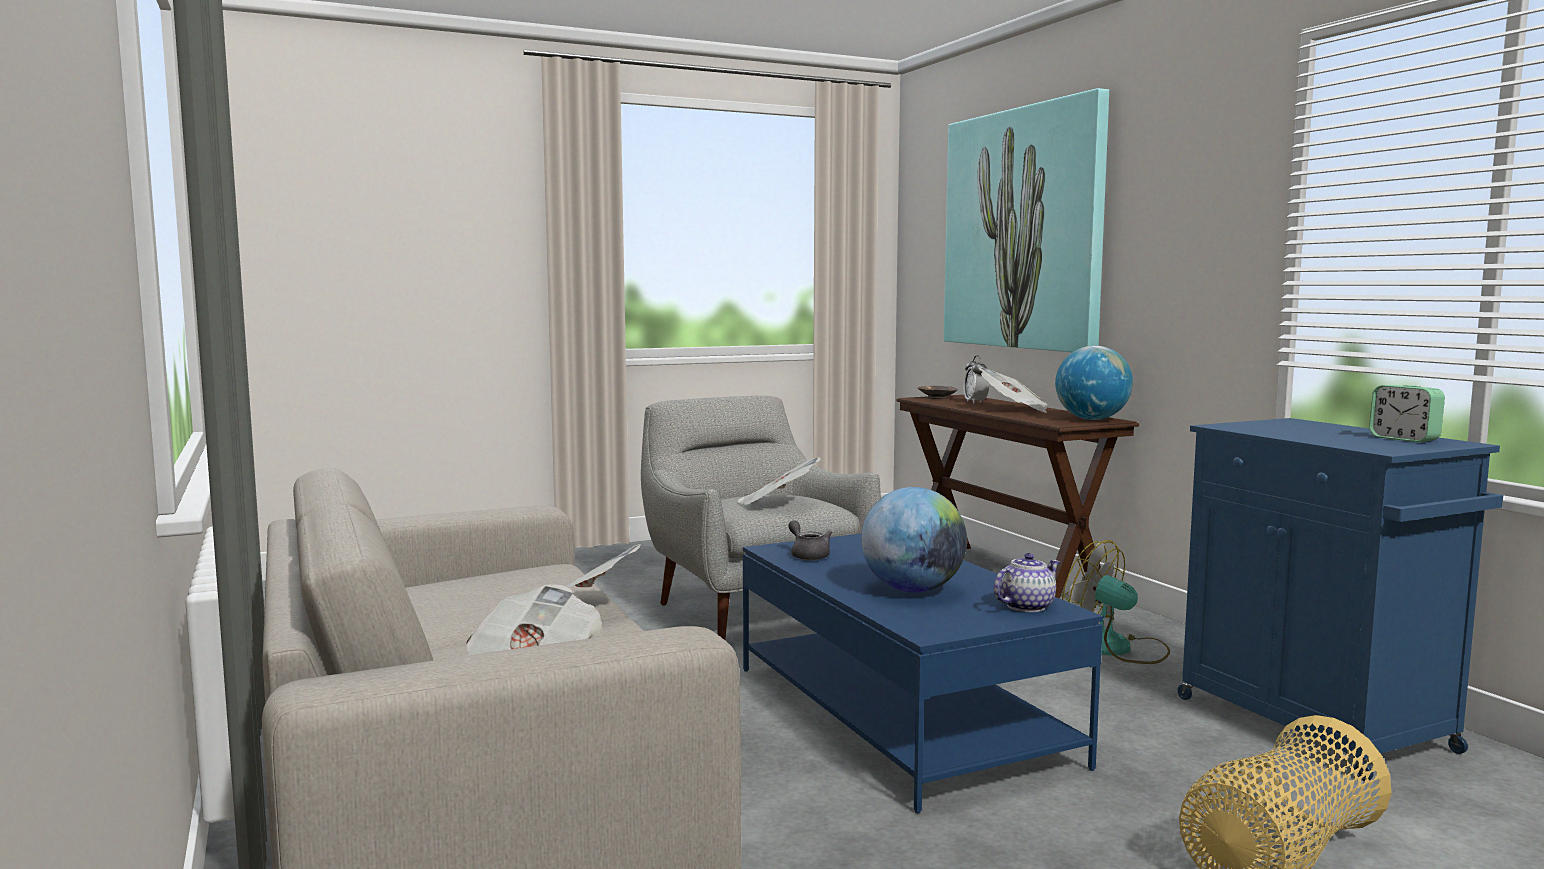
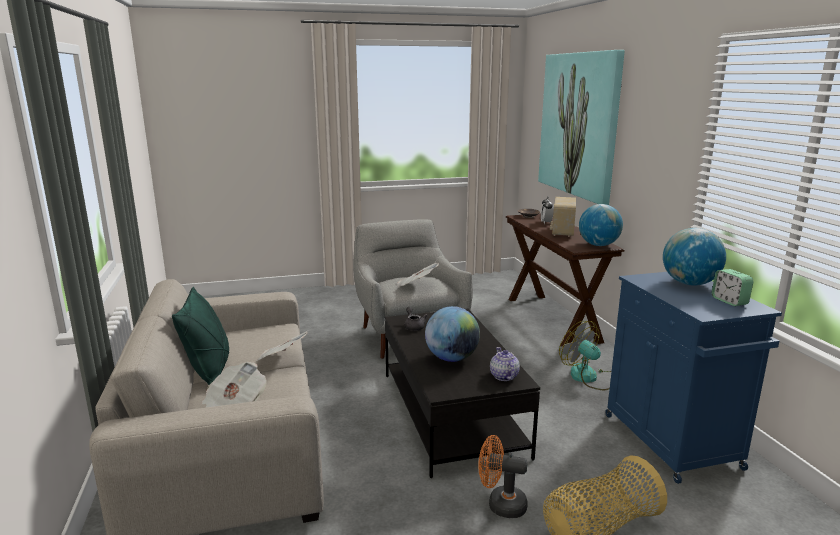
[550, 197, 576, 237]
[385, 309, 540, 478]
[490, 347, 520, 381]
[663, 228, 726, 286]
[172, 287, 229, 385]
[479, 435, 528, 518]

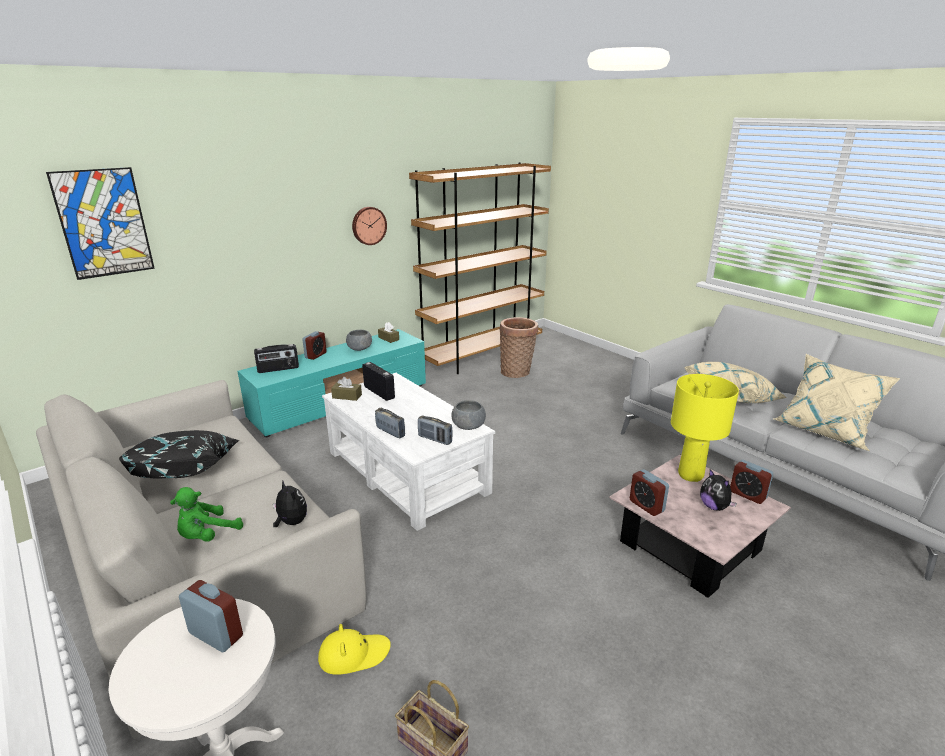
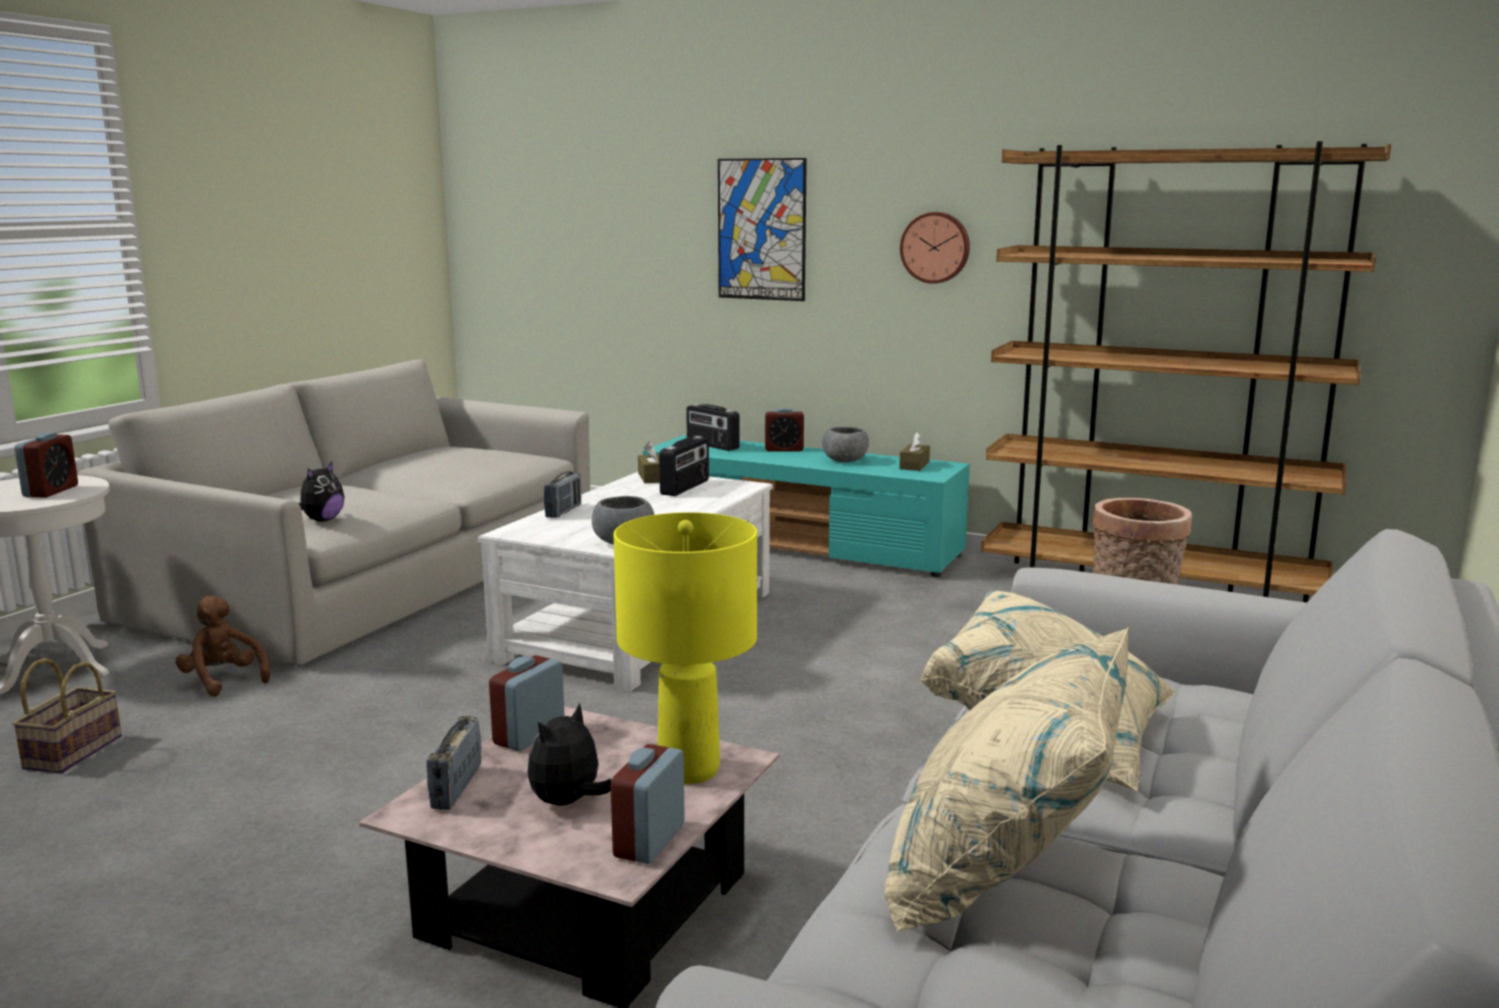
[718, 158, 807, 301]
[426, 716, 481, 810]
[119, 430, 240, 479] (first image)
[170, 487, 243, 542] (first image)
[175, 596, 270, 697]

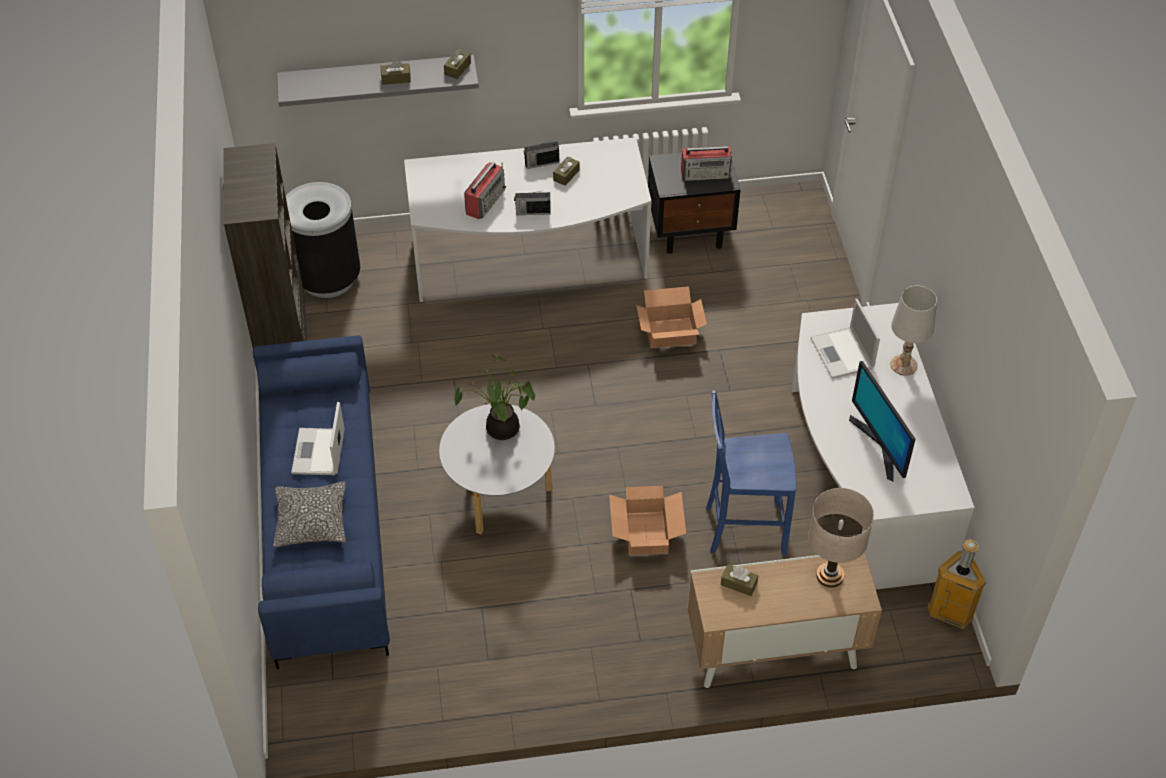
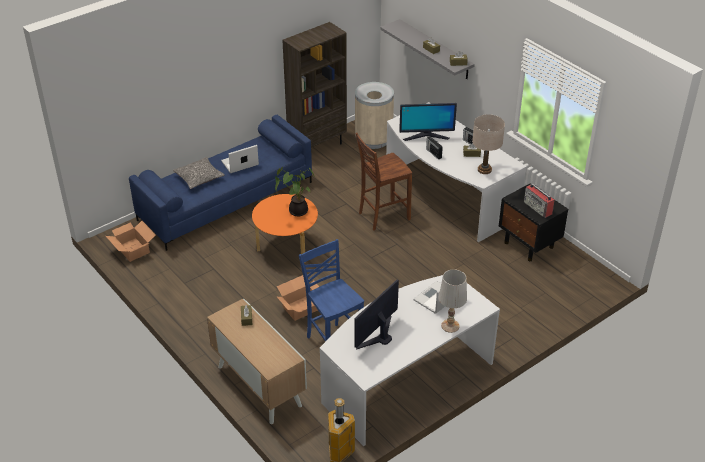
[399, 103, 457, 141]
[355, 82, 394, 149]
[106, 221, 156, 262]
[252, 194, 318, 263]
[472, 114, 505, 174]
[355, 133, 412, 231]

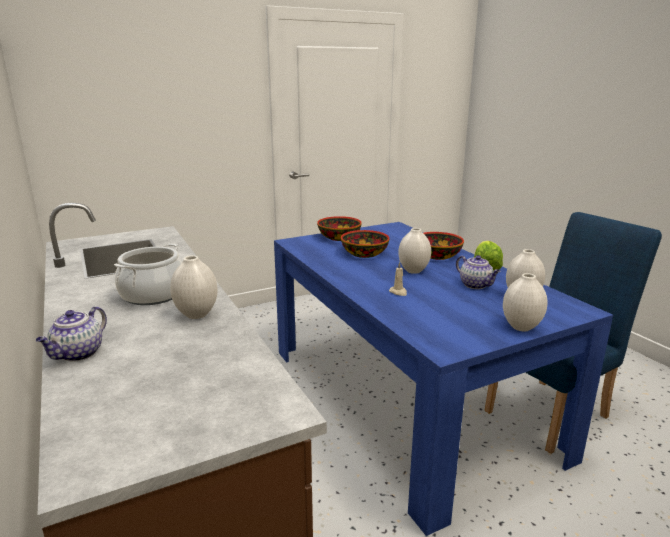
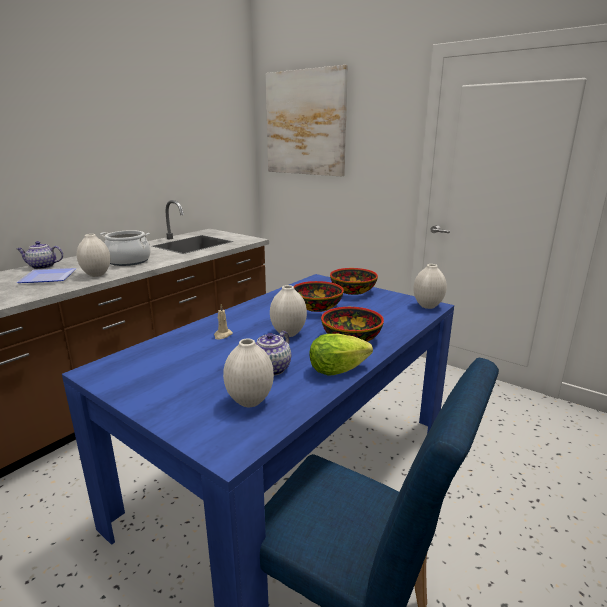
[413, 264, 447, 309]
[266, 65, 348, 176]
[16, 268, 76, 283]

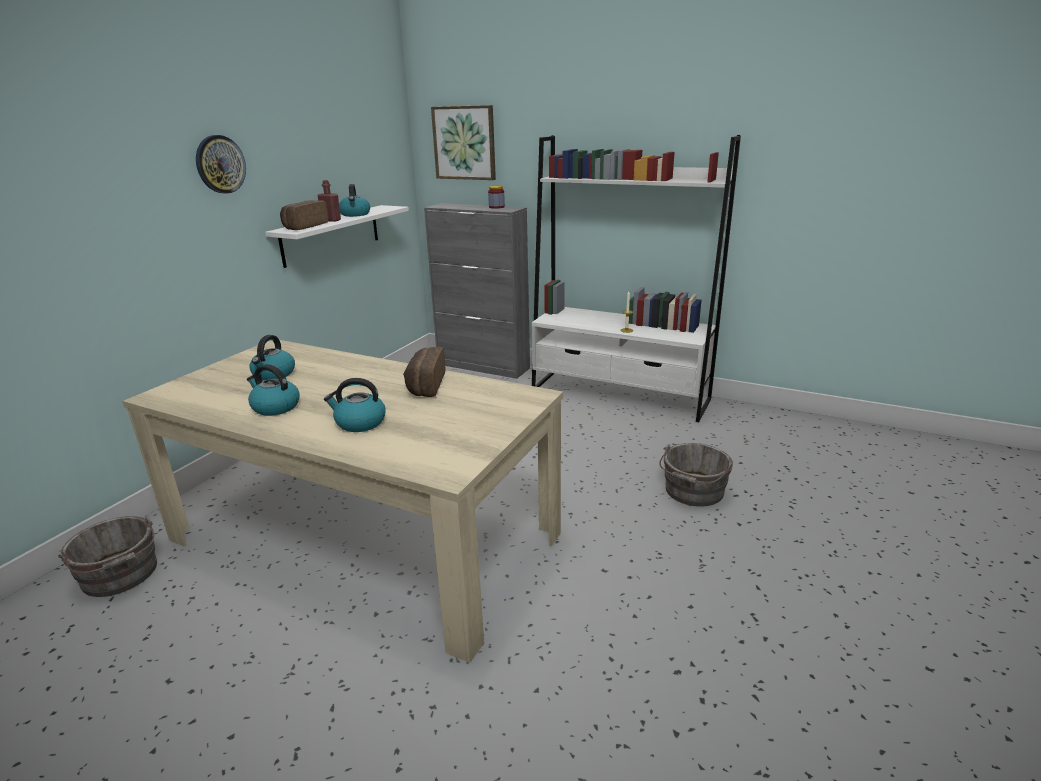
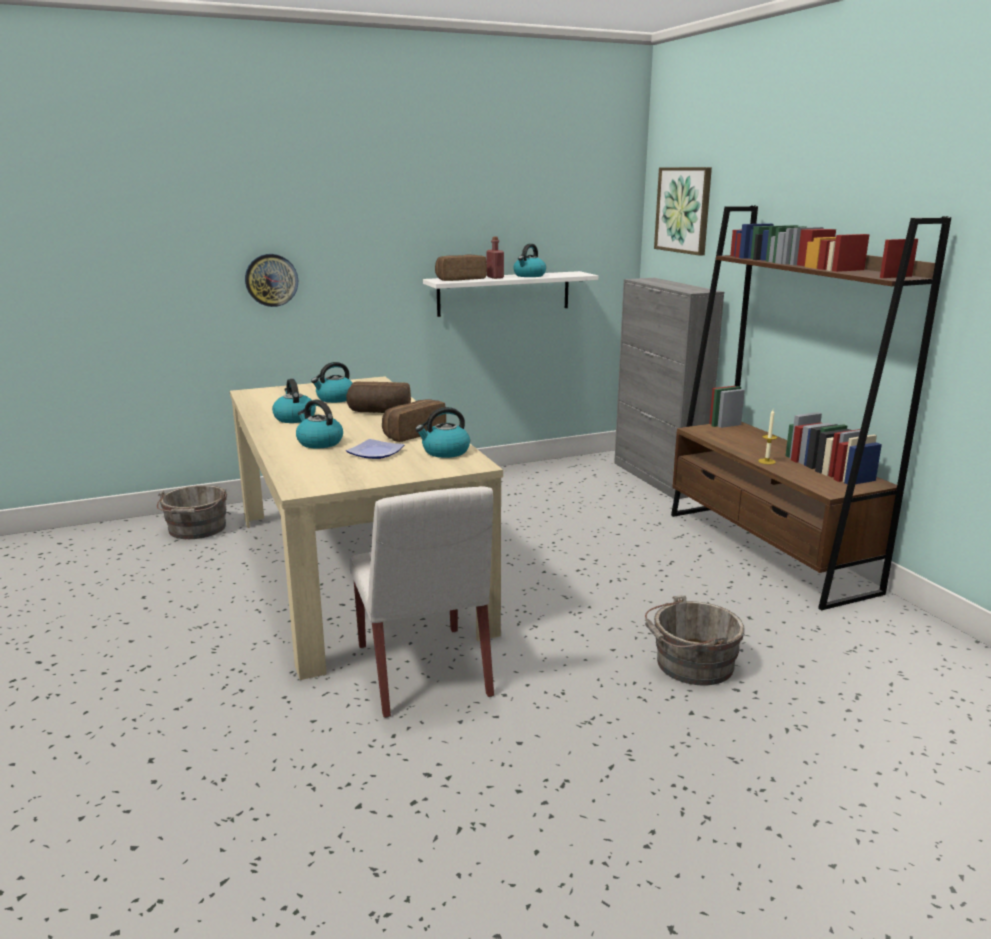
[245, 254, 298, 307]
[671, 206, 951, 610]
[488, 185, 505, 209] (first image)
[346, 382, 411, 413]
[415, 407, 470, 458]
[346, 439, 404, 459]
[349, 486, 494, 718]

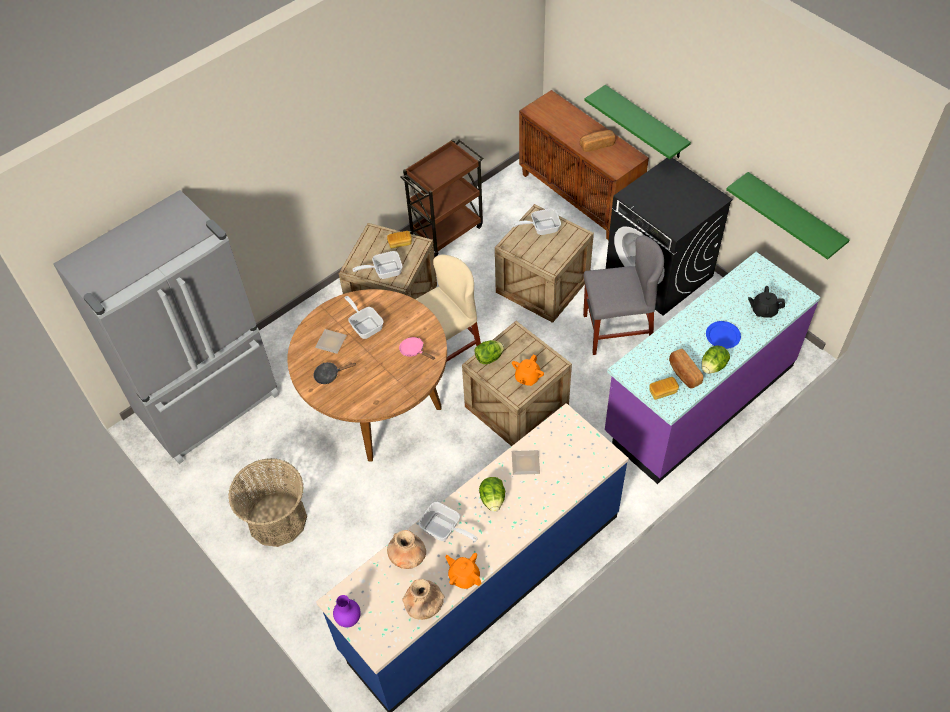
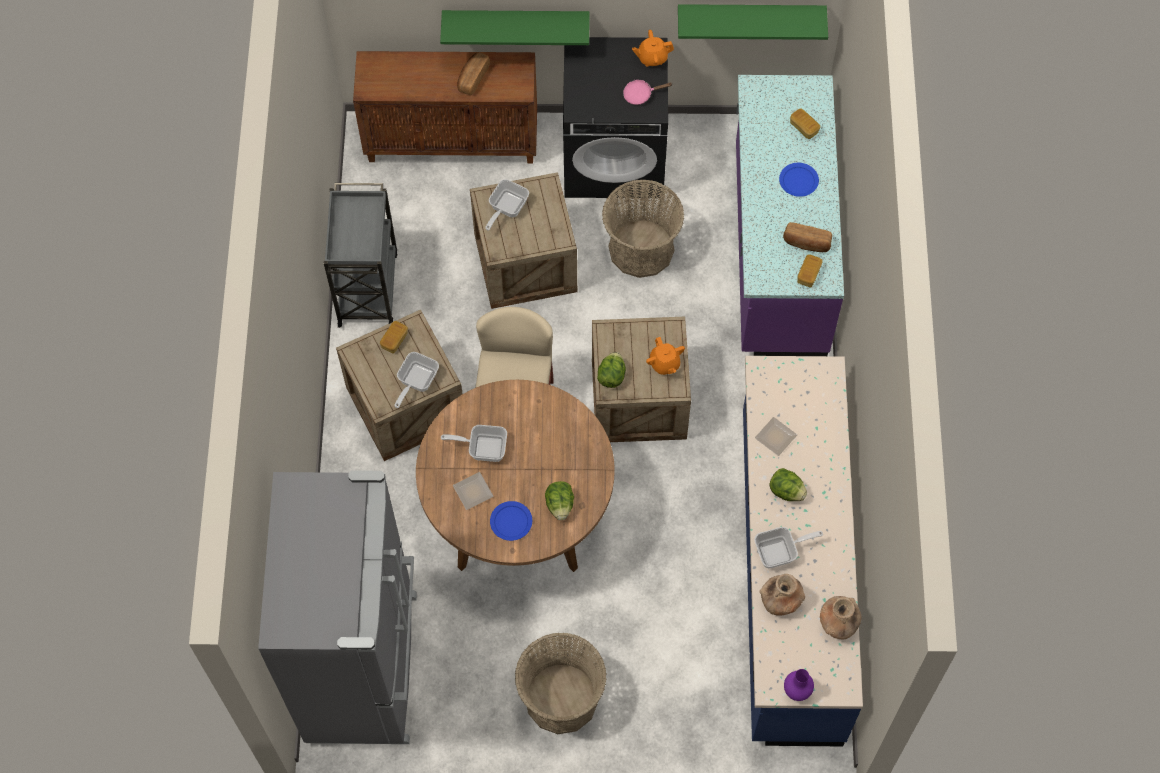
[324, 183, 398, 328]
[602, 179, 684, 278]
[790, 108, 820, 139]
[623, 80, 672, 105]
[545, 481, 574, 520]
[490, 501, 532, 541]
[632, 30, 674, 66]

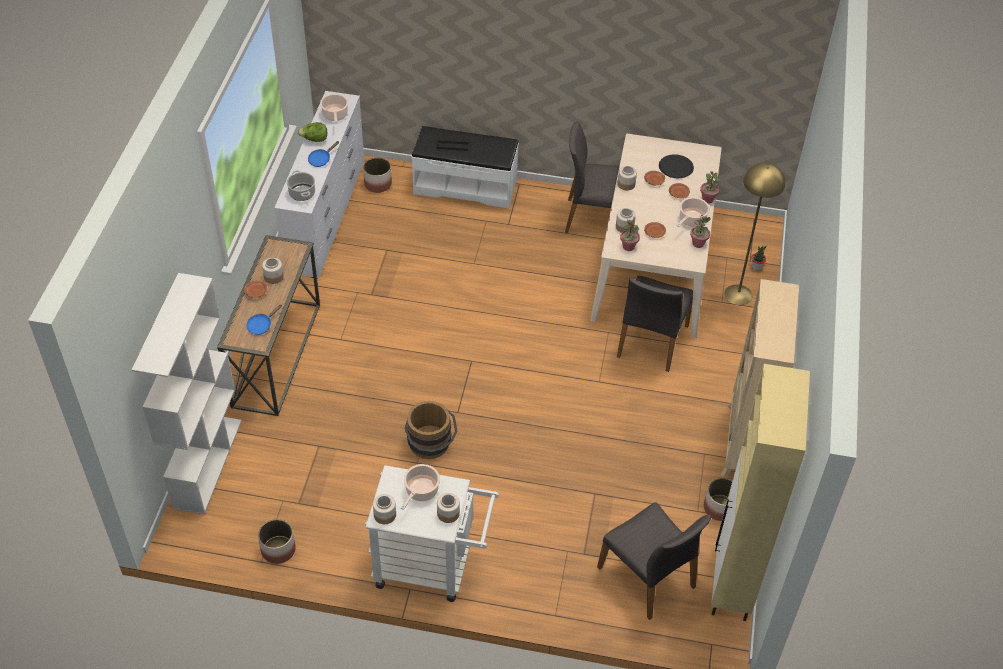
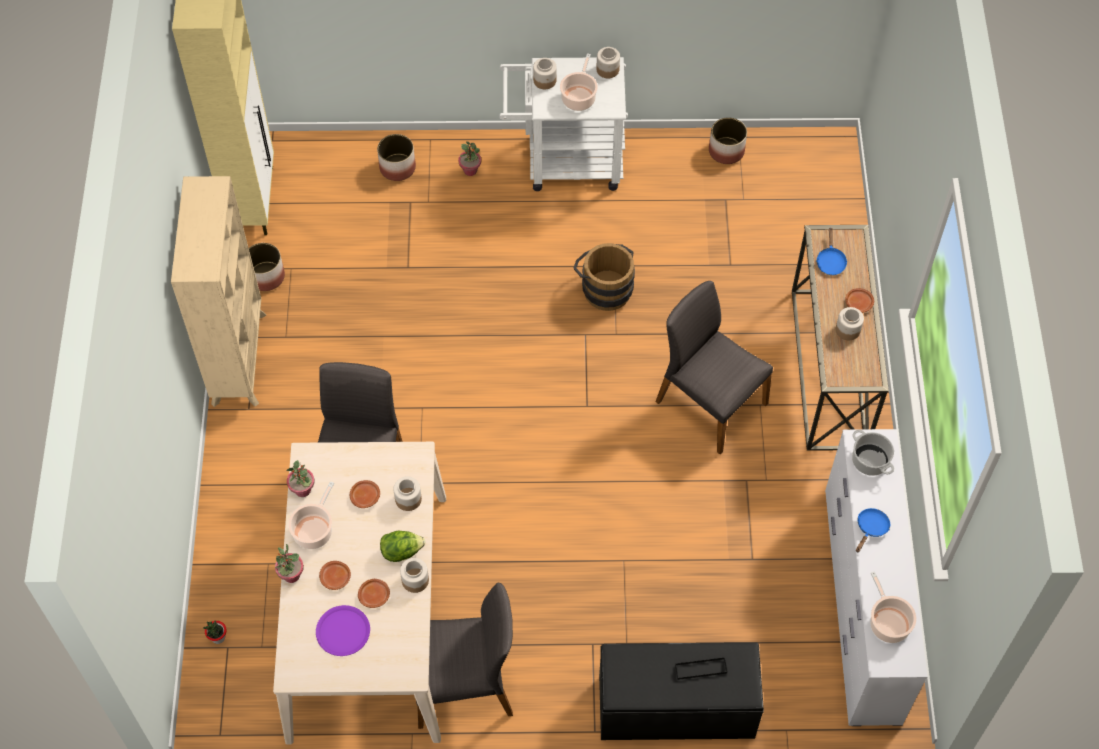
[380, 530, 425, 562]
[599, 642, 764, 740]
[316, 605, 370, 656]
[377, 134, 416, 181]
[724, 162, 785, 305] (first image)
[458, 141, 481, 176]
[132, 273, 242, 514] (first image)
[816, 227, 848, 275]
[656, 281, 773, 454]

